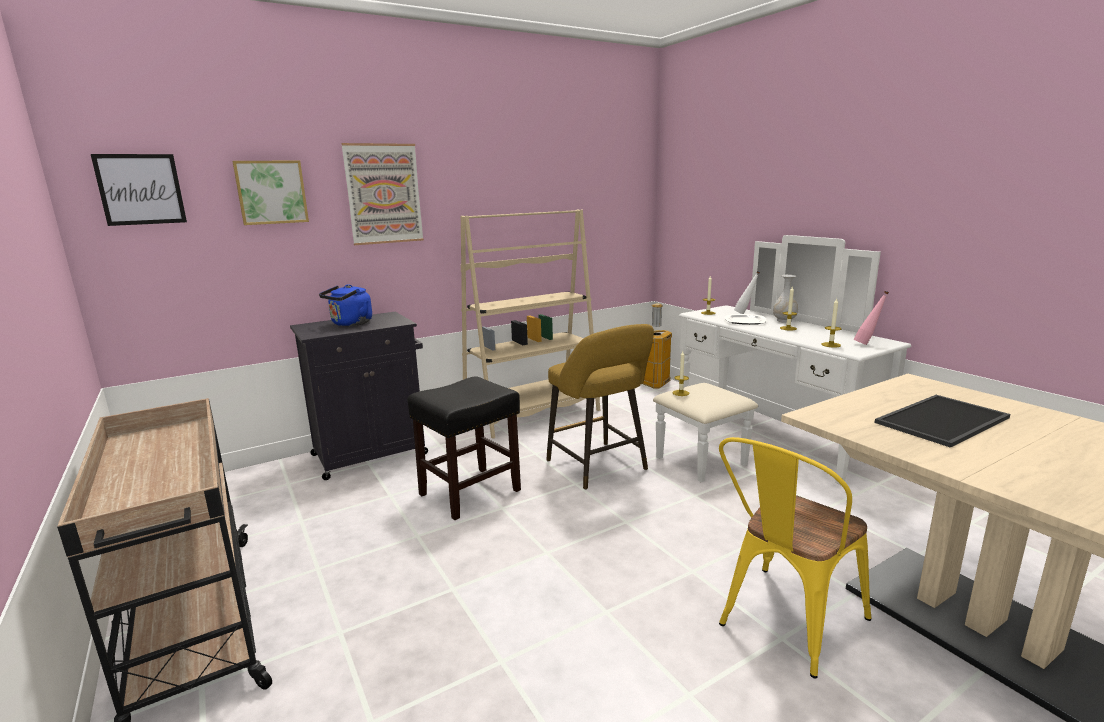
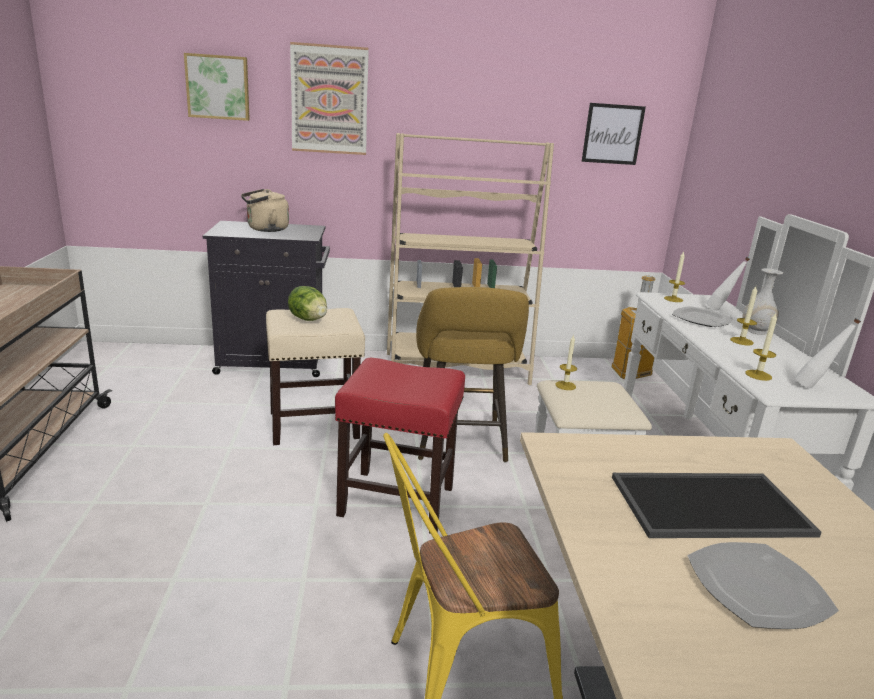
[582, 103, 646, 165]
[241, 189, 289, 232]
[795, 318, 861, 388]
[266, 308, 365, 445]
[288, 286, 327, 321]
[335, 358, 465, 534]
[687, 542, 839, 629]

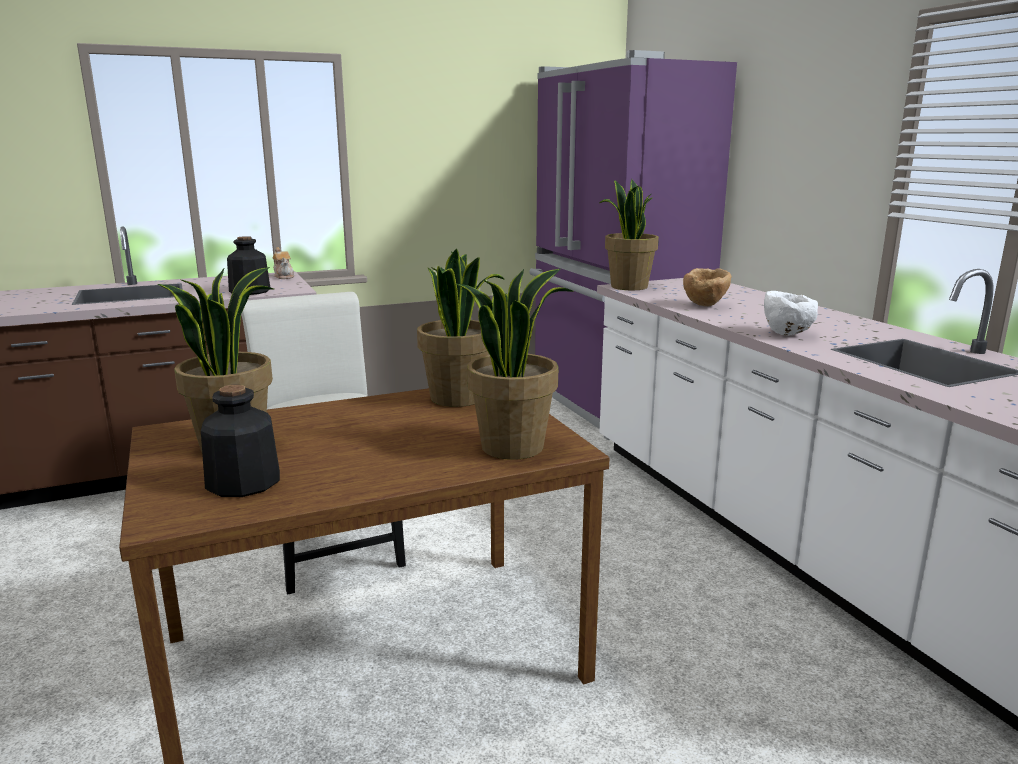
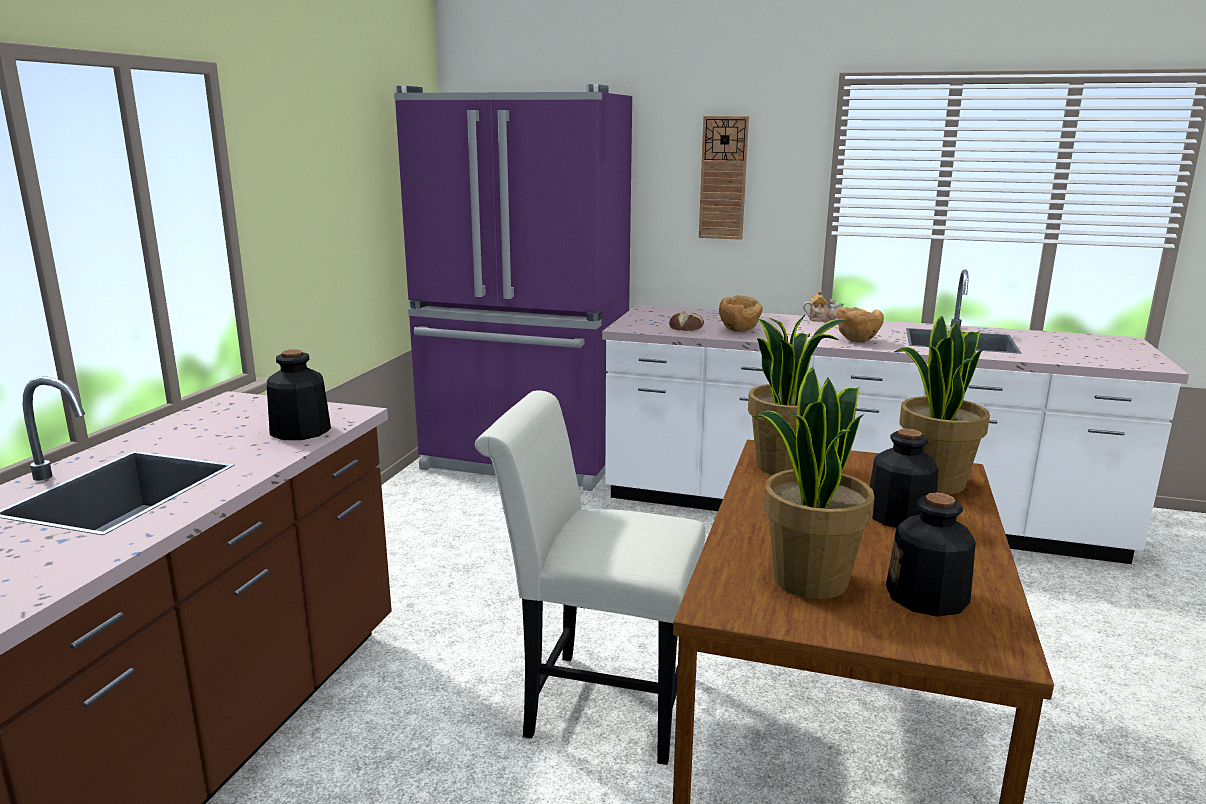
[600, 179, 659, 290] (first image)
[803, 290, 845, 322]
[837, 307, 884, 342]
[699, 116, 749, 240]
[669, 311, 704, 331]
[869, 428, 939, 528]

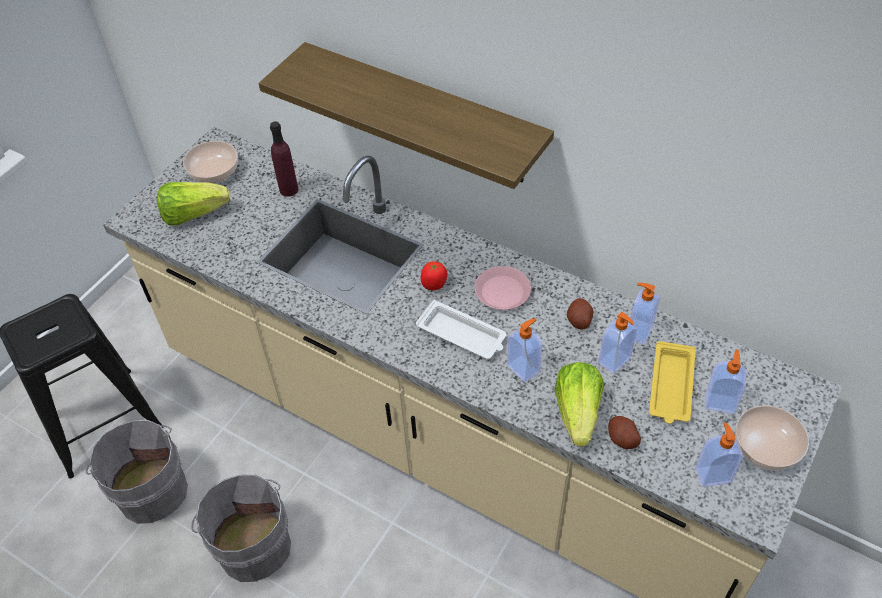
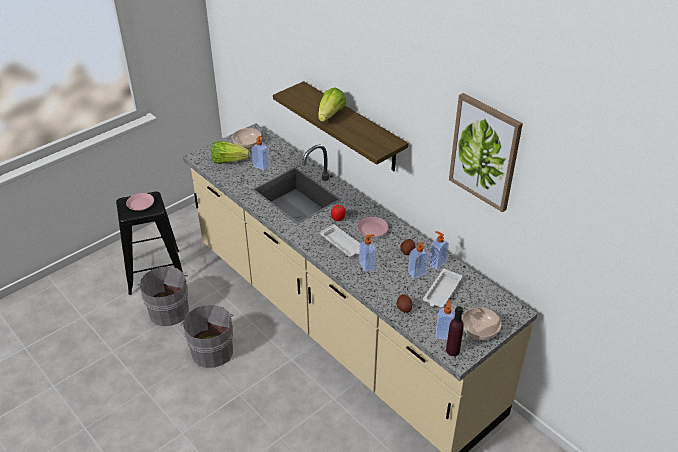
[446, 306, 464, 356]
[423, 269, 463, 308]
[251, 136, 269, 170]
[318, 88, 346, 122]
[449, 93, 523, 212]
[126, 193, 154, 211]

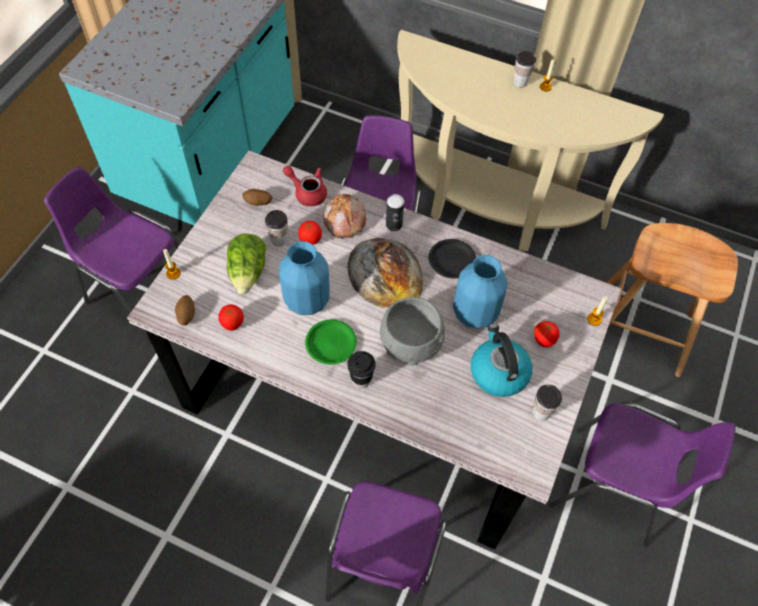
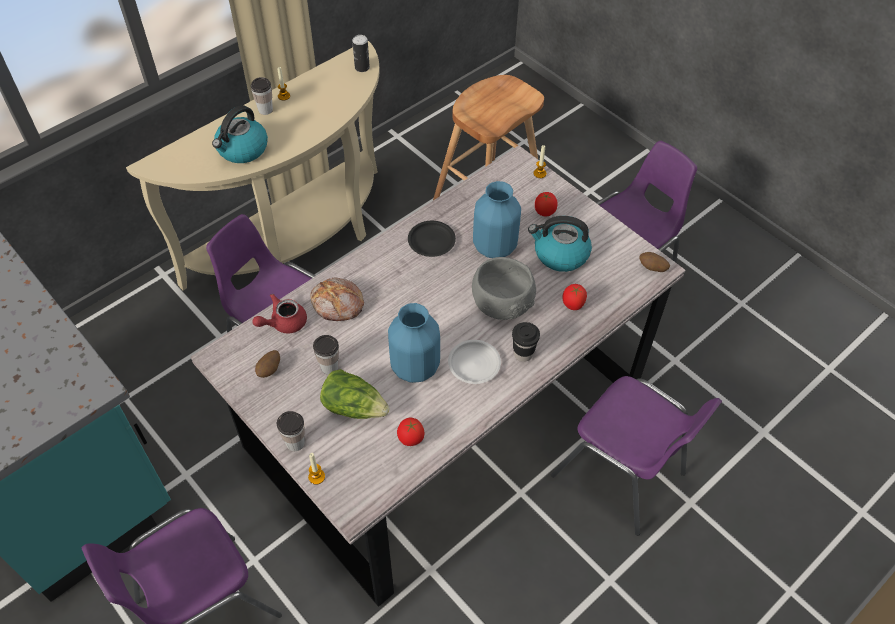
[352, 35, 370, 72]
[563, 284, 587, 310]
[347, 238, 423, 308] (first image)
[639, 252, 670, 272]
[448, 340, 501, 384]
[277, 411, 305, 451]
[212, 105, 268, 163]

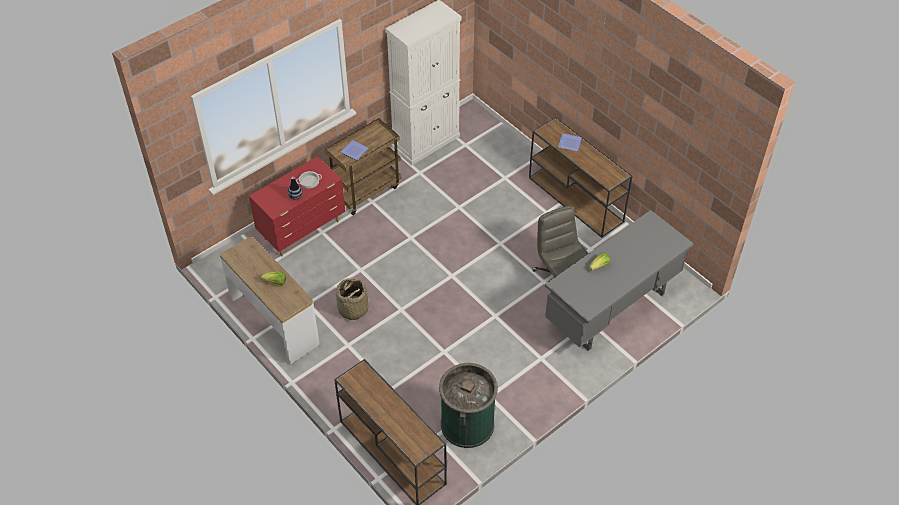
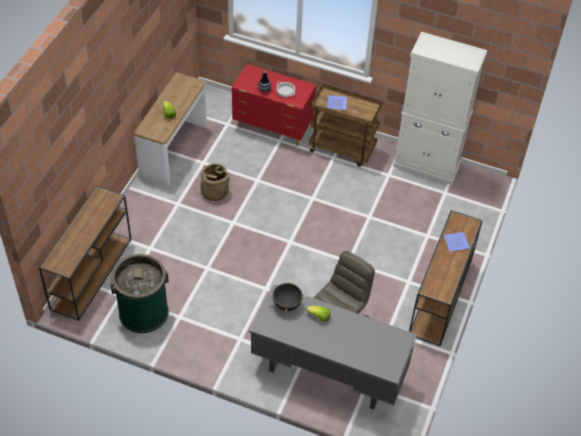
[269, 280, 306, 312]

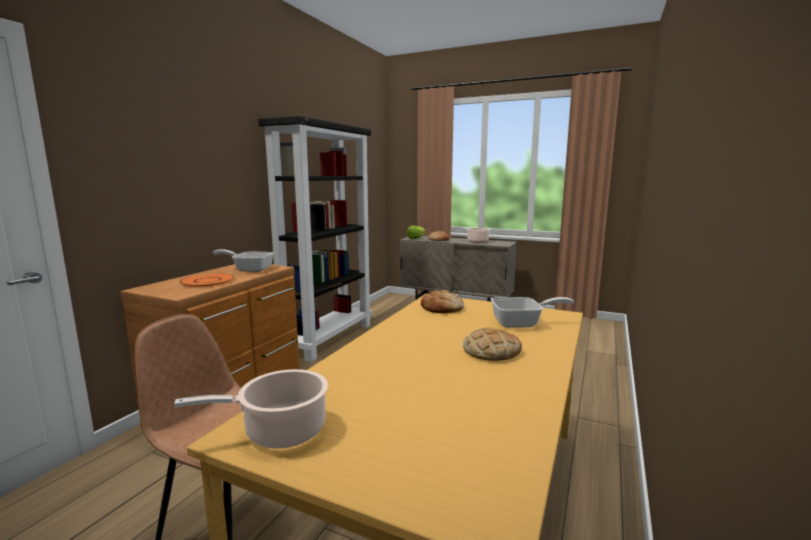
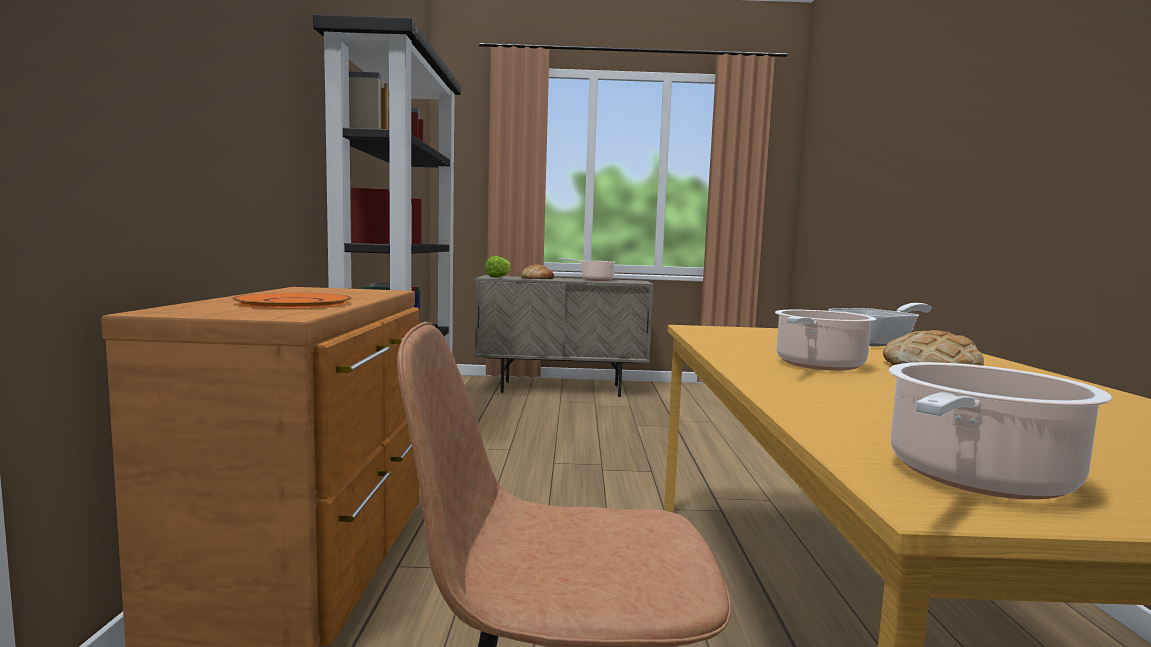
[213, 249, 274, 272] (first image)
[421, 290, 464, 313] (first image)
[775, 310, 876, 371]

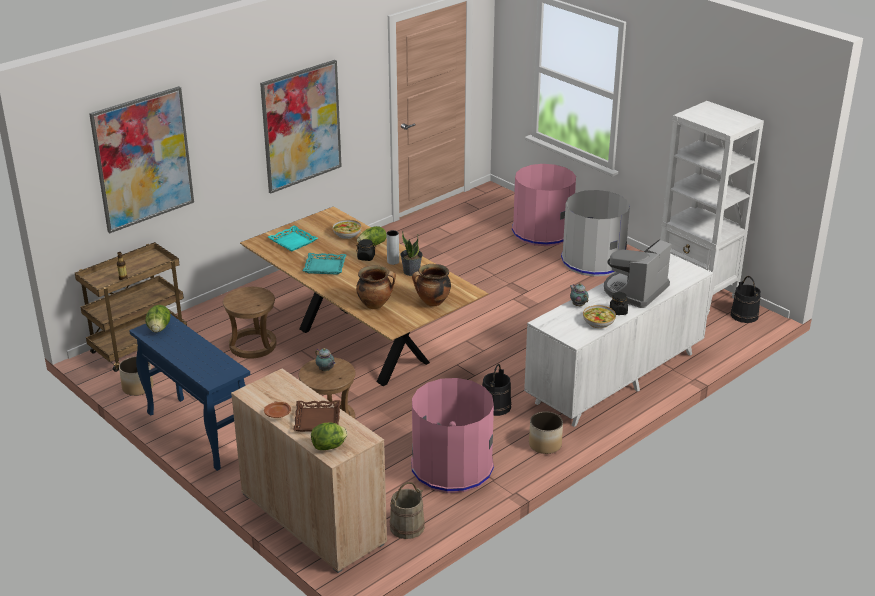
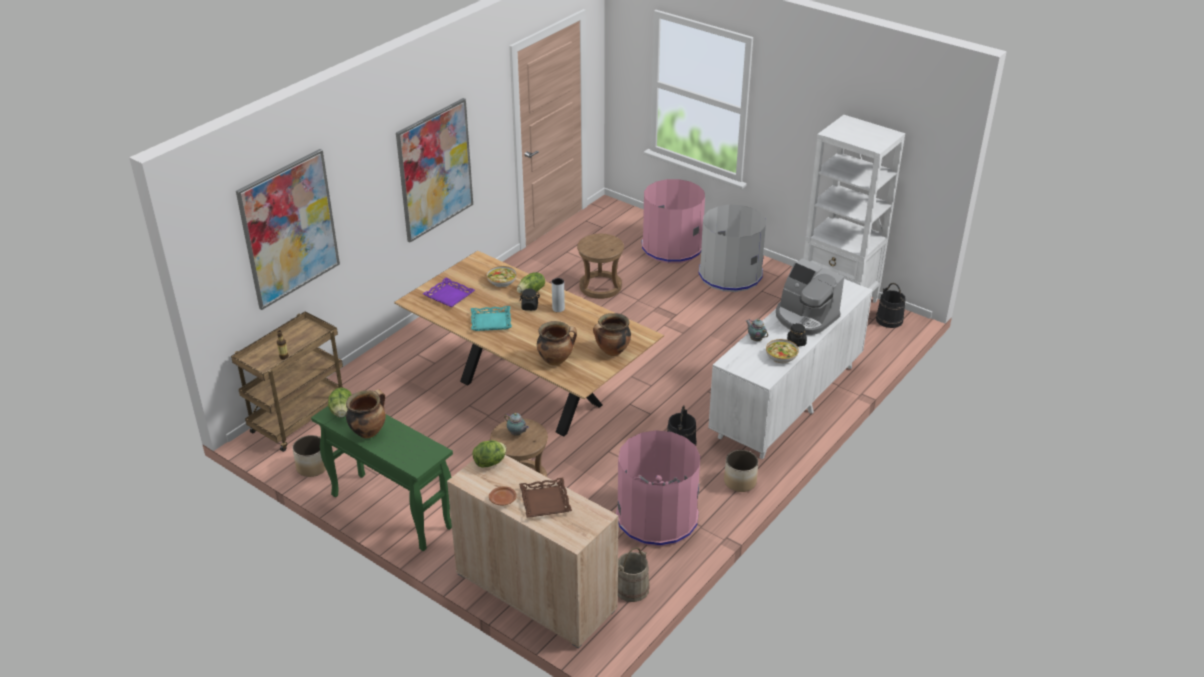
[423, 278, 475, 307]
[400, 231, 422, 276] (first image)
[776, 258, 844, 335]
[577, 234, 624, 299]
[311, 406, 453, 551]
[472, 440, 506, 467]
[346, 389, 386, 438]

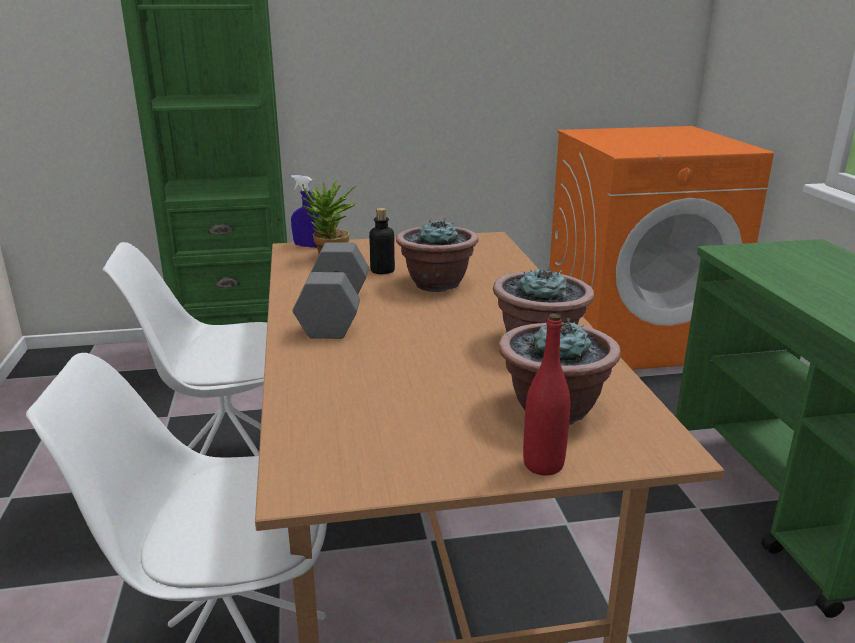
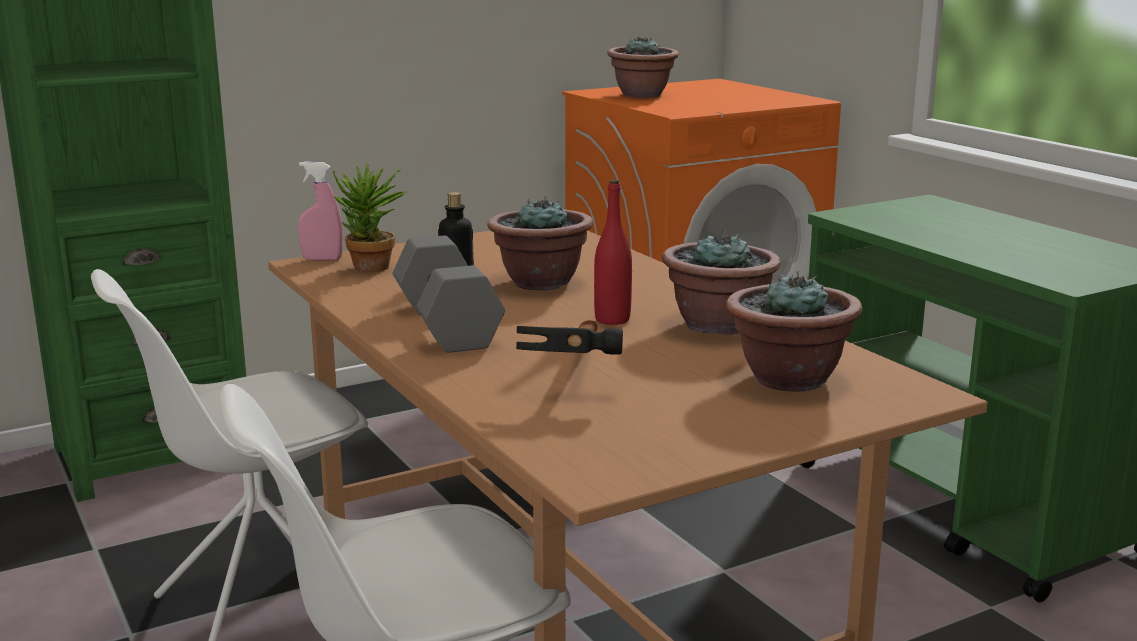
[298, 162, 343, 261]
[594, 180, 632, 325]
[607, 37, 679, 98]
[516, 320, 623, 355]

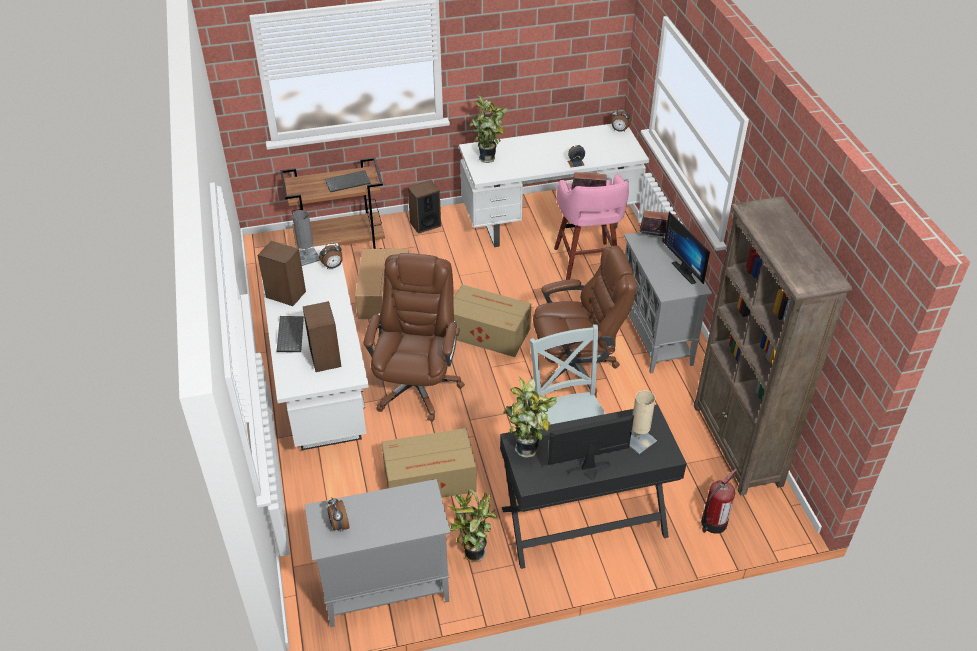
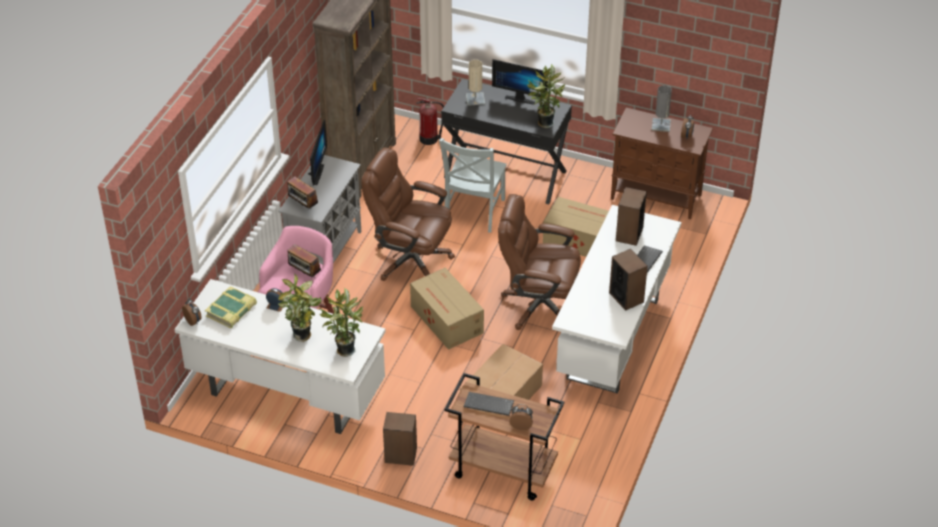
[652, 85, 672, 132]
[509, 404, 533, 430]
[498, 194, 581, 330]
[611, 108, 713, 220]
[278, 274, 322, 342]
[205, 286, 257, 328]

